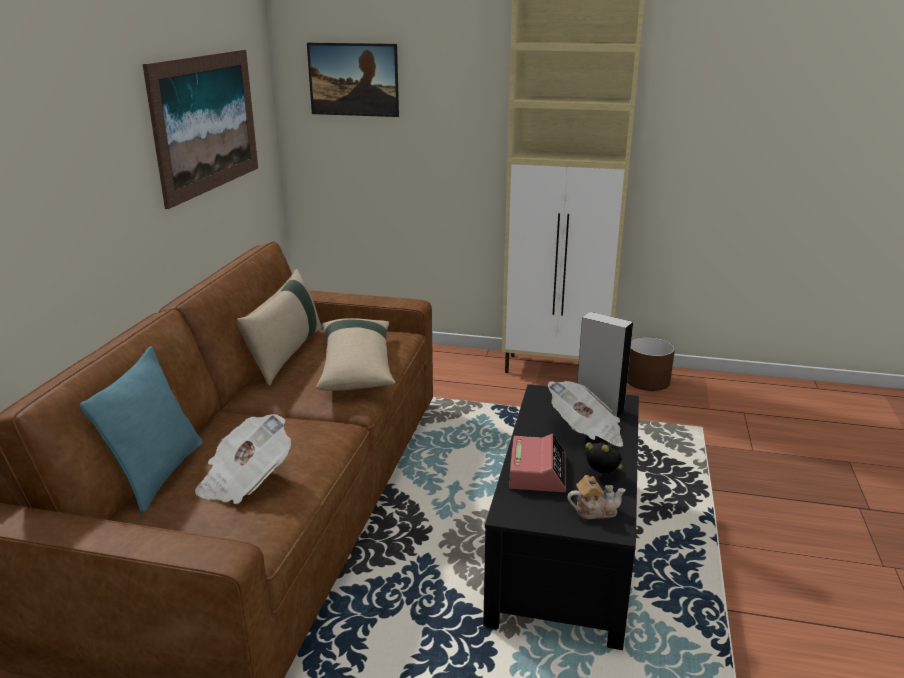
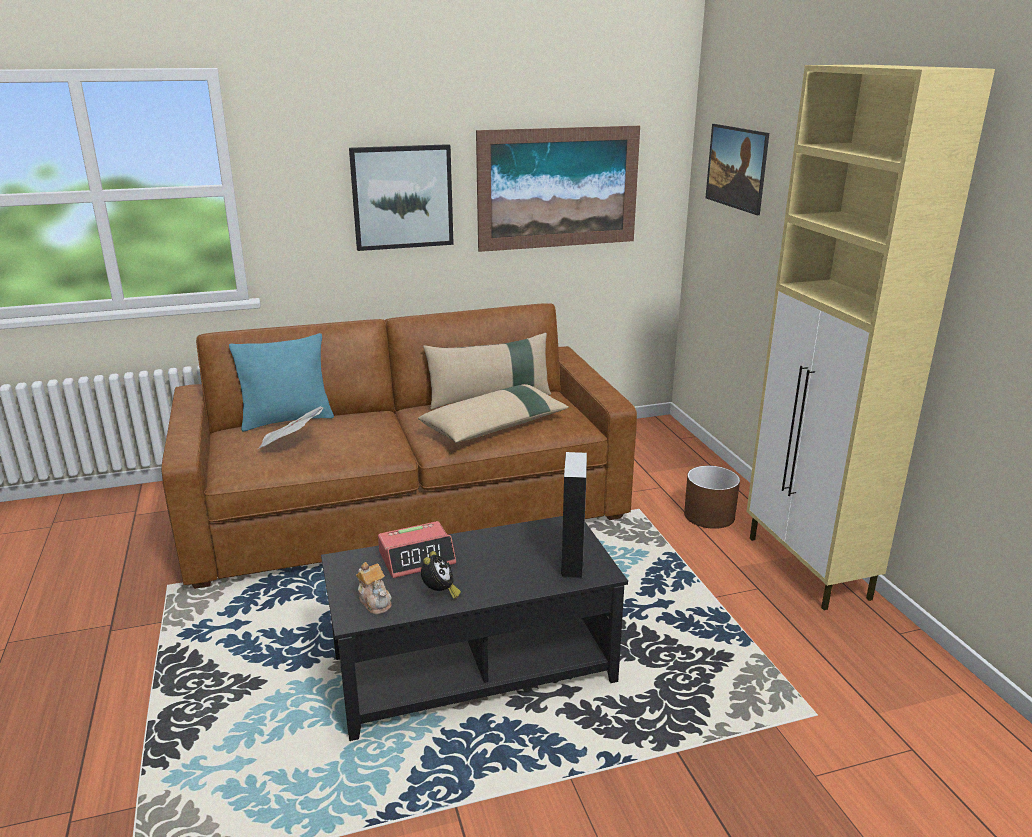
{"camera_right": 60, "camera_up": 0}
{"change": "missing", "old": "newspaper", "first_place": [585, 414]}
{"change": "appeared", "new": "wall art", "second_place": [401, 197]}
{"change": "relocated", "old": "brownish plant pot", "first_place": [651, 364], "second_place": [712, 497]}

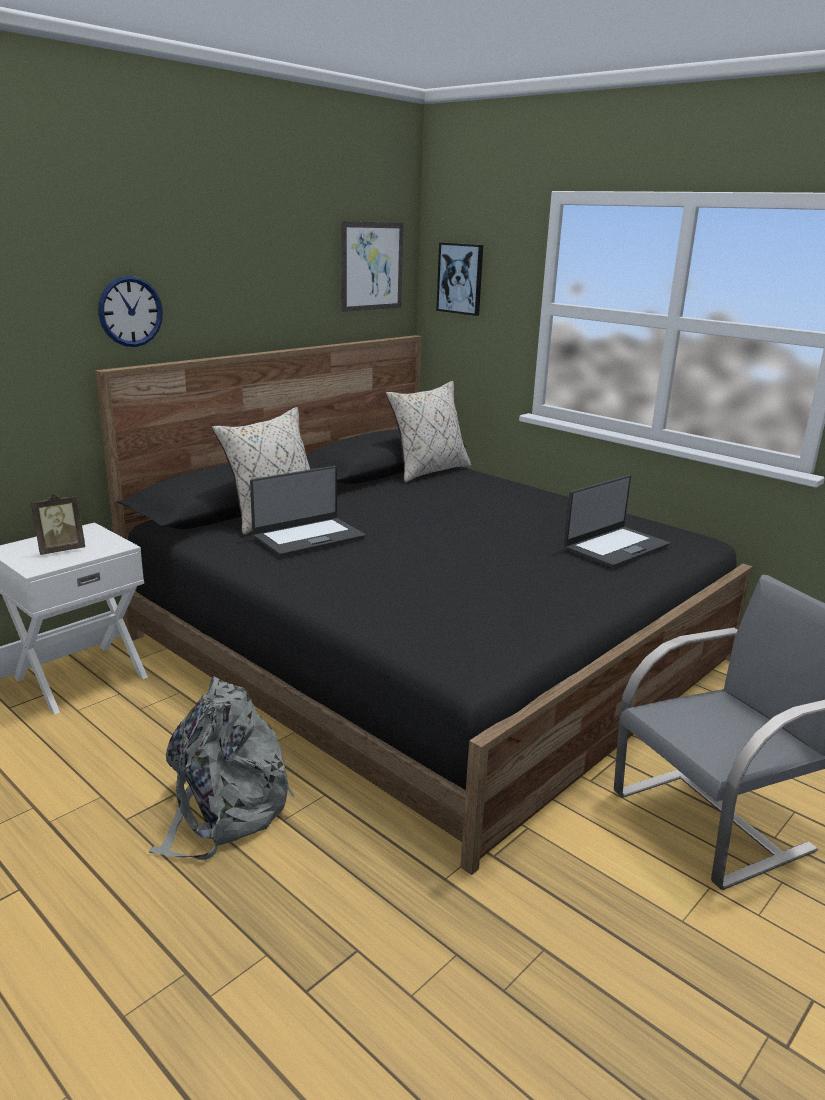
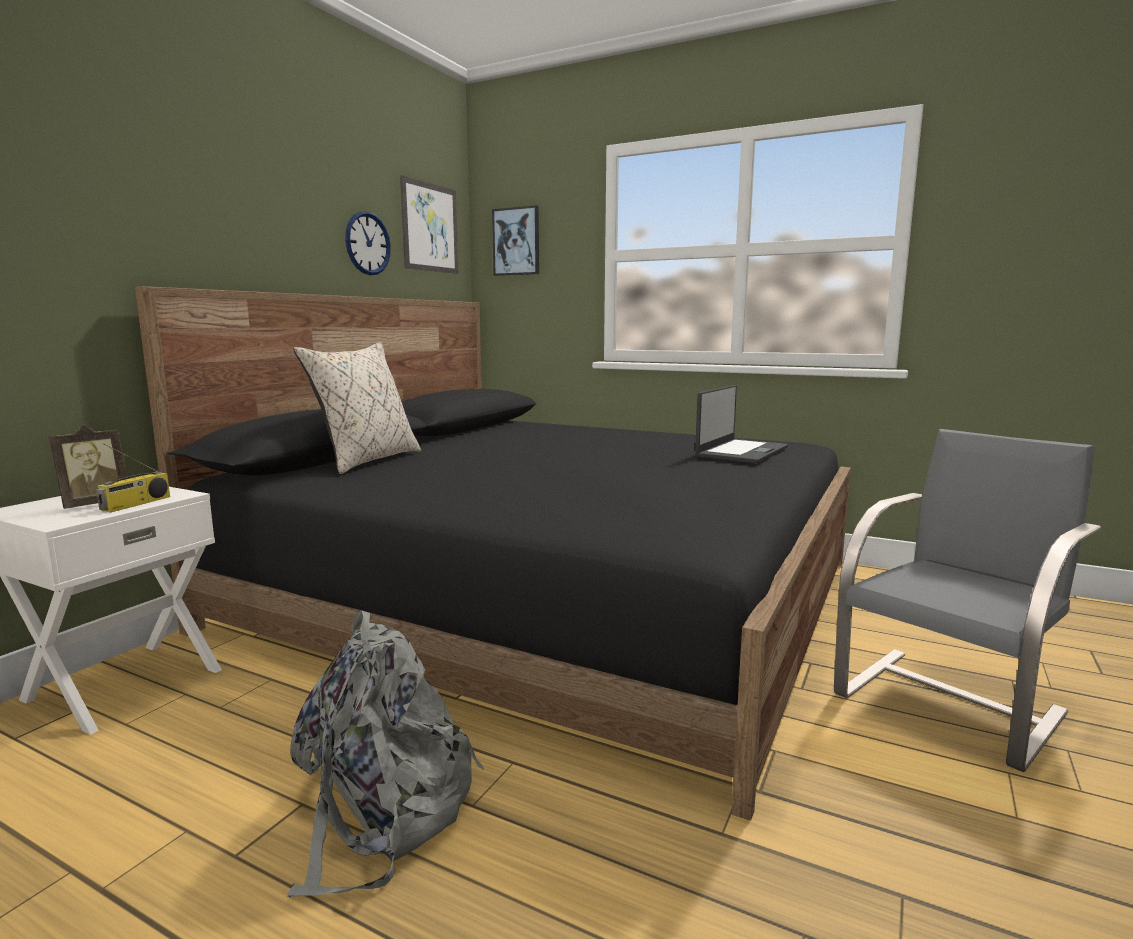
{"camera_right": -15, "camera_up": -10}
{"change": "missing", "old": "notebook computer", "first_place": [308, 511]}
{"change": "missing", "old": "sand-coloured cushion", "first_place": [428, 431]}
{"change": "appeared", "new": "radio receiver", "second_place": [133, 478]}
{"change": "relocated", "old": "hanging clock", "first_place": [130, 311], "second_place": [368, 243]}

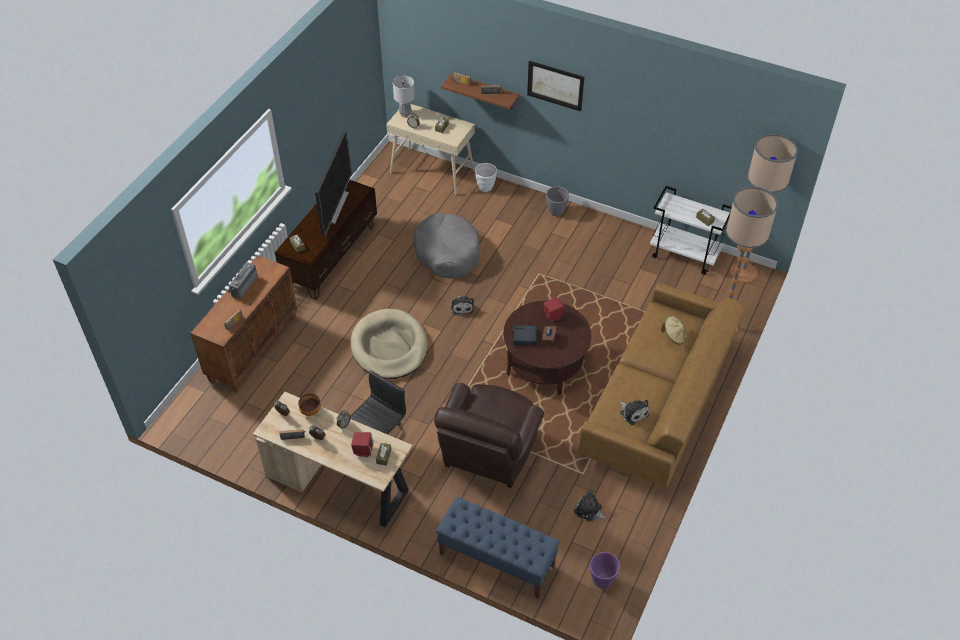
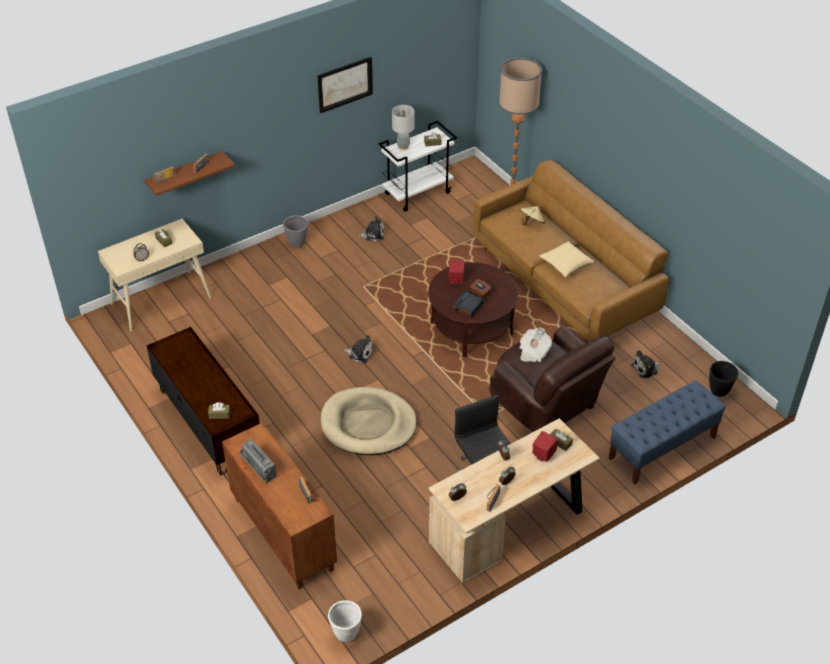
{"camera_right": -60, "camera_up": -5}
{"change": "missing", "old": "deep dish", "first_place": [309, 405]}
{"change": "missing", "old": "television", "first_place": [333, 183]}
{"change": "missing", "old": "greyish dog cushion", "first_place": [447, 245]}
{"change": "missing", "old": "standing lamp", "first_place": [764, 208]}
{"change": "appeared", "new": "newspaper", "second_place": [535, 345]}
{"change": "appeared", "new": "cushion", "second_place": [567, 259]}
{"change": "relocated", "old": "greyish tabletop lamp", "first_place": [404, 97], "second_place": [403, 127]}
{"change": "relocated", "old": "white-coloured plant pot", "first_place": [486, 177], "second_place": [345, 621]}
{"change": "relocated", "old": "wall art", "first_place": [555, 86], "second_place": [345, 85]}
{"change": "relocated", "old": "plush toy", "first_place": [634, 412], "second_place": [371, 228]}
{"change": "colour", "old": "purple plant pot", "new": "black-coloured plant pot", "first_place": [605, 570], "second_place": [723, 379]}

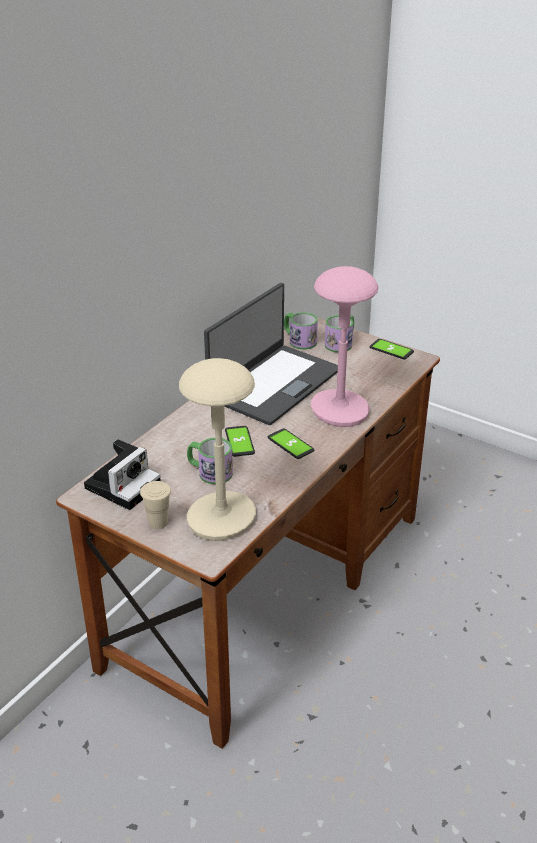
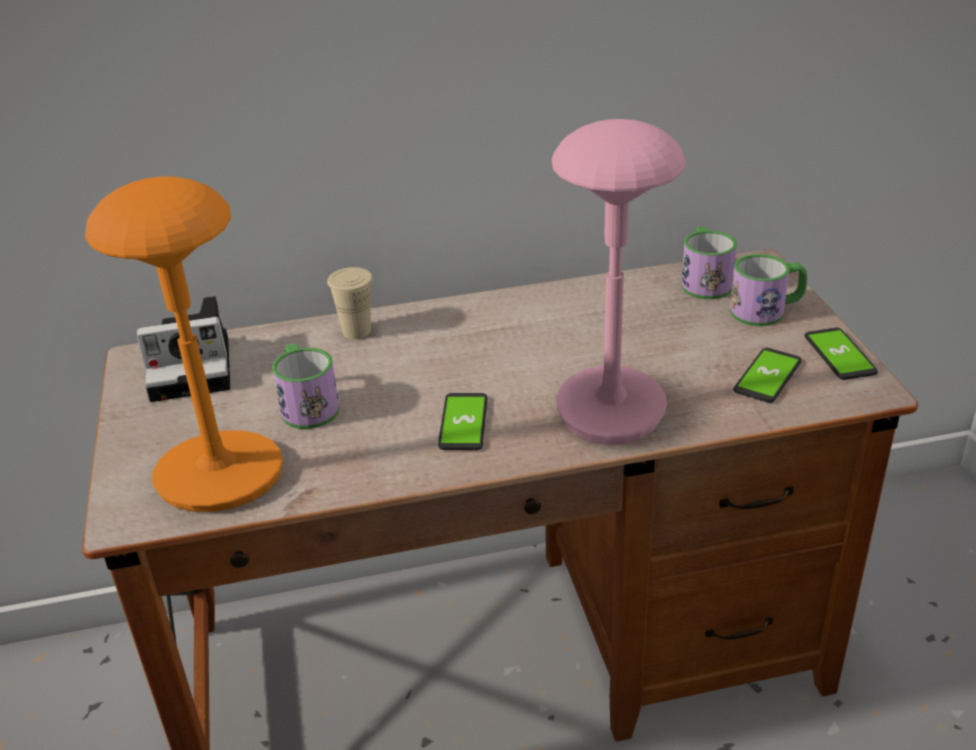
{"camera_right": 45, "camera_up": 0}
{"change": "missing", "old": "notebook computer", "first_place": [271, 354]}
{"change": "relocated", "old": "sand-coloured cup", "first_place": [155, 505], "second_place": [350, 303]}
{"change": "relocated", "old": "handset", "first_place": [240, 441], "second_place": [768, 375]}
{"change": "colour", "old": "sand-coloured tabletop lamp", "new": "orange-coloured tabletop lamp", "first_place": [217, 449], "second_place": [184, 344]}

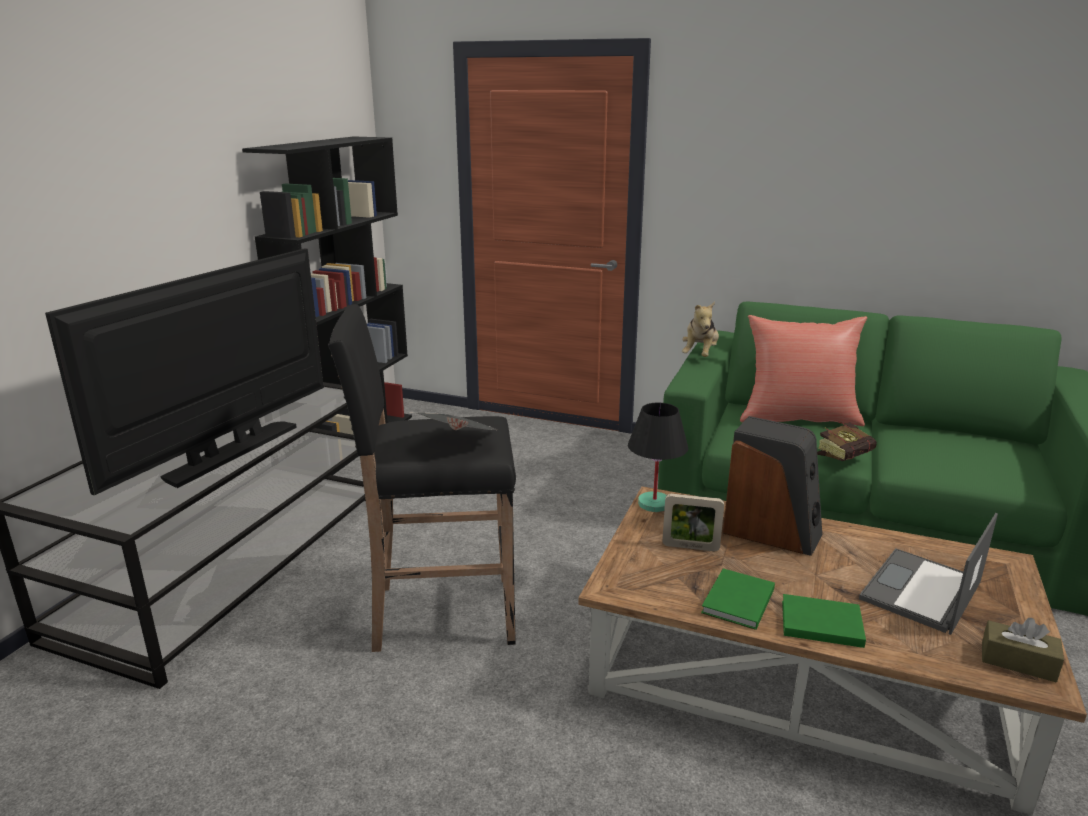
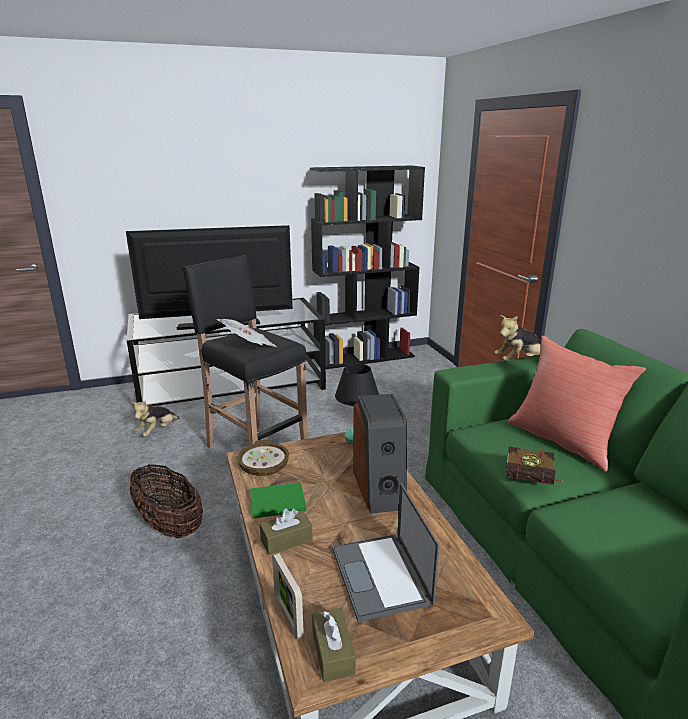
{"camera_right": 50, "camera_up": 0}
{"change": "appeared", "new": "storage basket", "second_place": [166, 501]}
{"change": "appeared", "new": "plush toy", "second_place": [155, 419]}
{"change": "appeared", "new": "deep dish", "second_place": [263, 458]}
{"change": "relocated", "old": "photo frame", "first_place": [693, 522], "second_place": [288, 596]}
{"change": "exchanged", "old": "green-coloured bound book", "new": "brownish tissue holder", "first_place": [824, 621], "second_place": [286, 532]}
{"change": "spun", "old": "notebook computer", "first_place": [928, 574], "second_place": [386, 552], "degrees": -105}

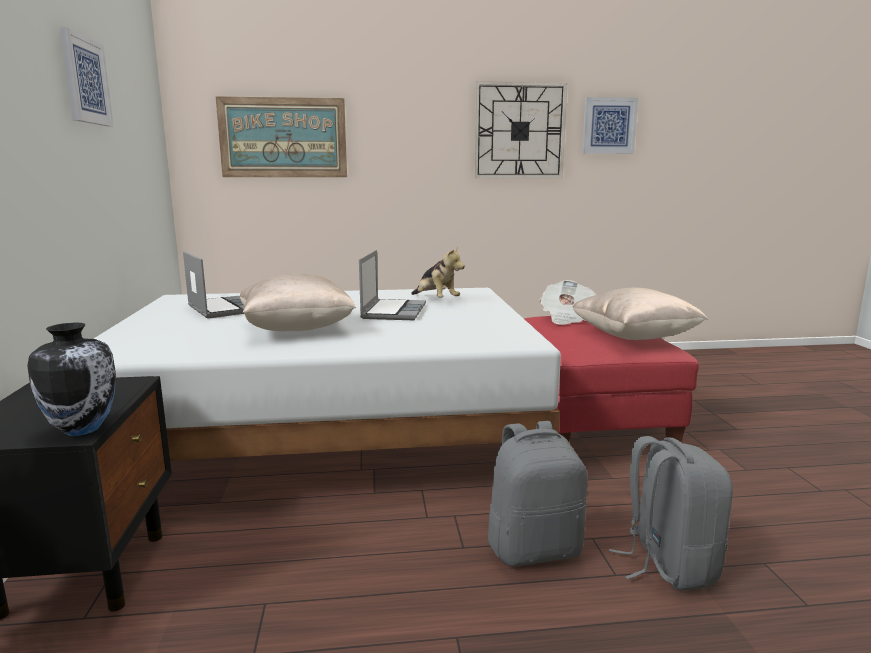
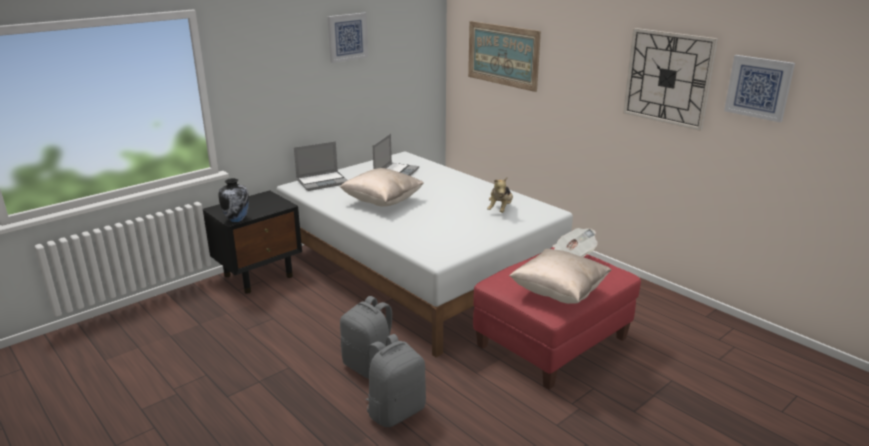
{"camera_right": 55, "camera_up": 10}
{"change": "relocated", "old": "notebook computer", "first_place": [392, 285], "second_place": [321, 166]}

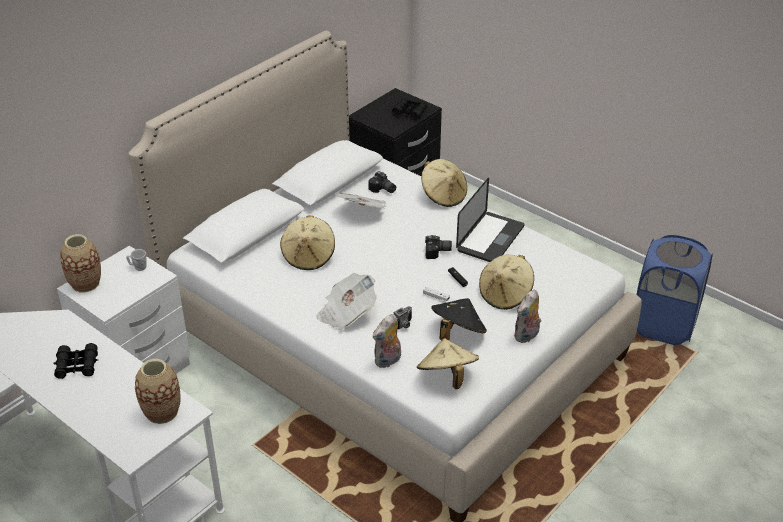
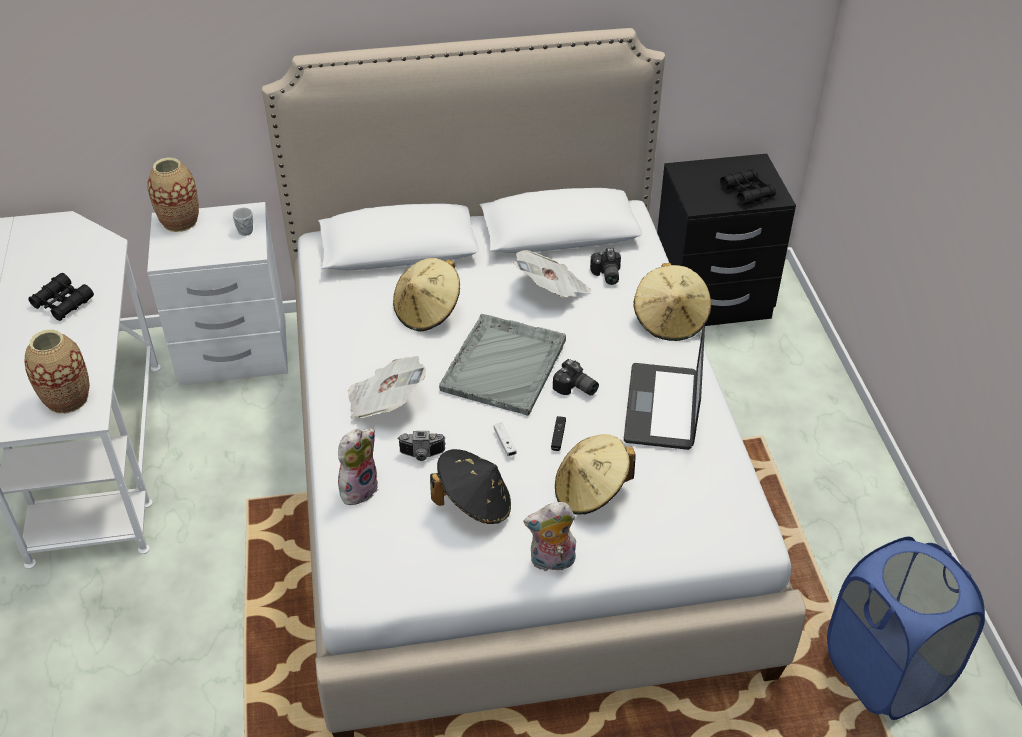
{"camera_right": 40, "camera_up": 5}
{"change": "missing", "old": "sand-coloured clothing hat", "first_place": [448, 363]}
{"change": "appeared", "new": "greyish carrying tray", "second_place": [502, 364]}
{"change": "spun", "old": "plush toy", "first_place": [387, 341], "second_place": [358, 466], "degrees": 135}
{"change": "spun", "old": "notebook computer", "first_place": [490, 220], "second_place": [664, 386], "degrees": 120}

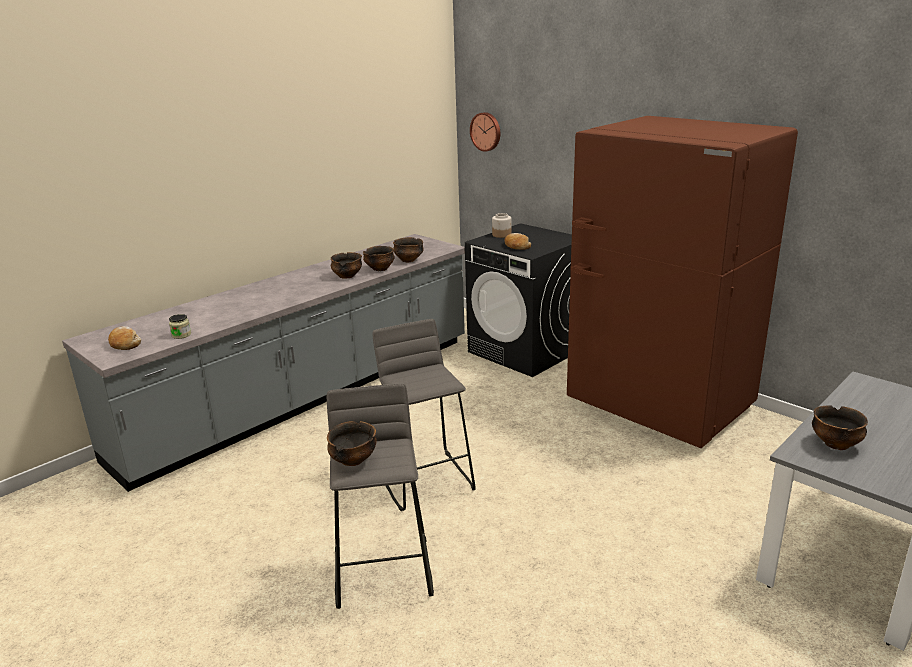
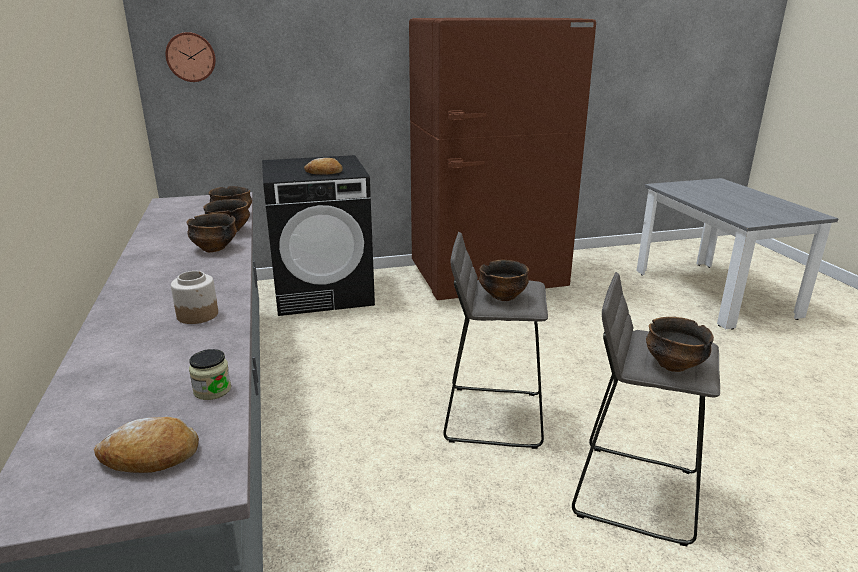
{"camera_right": -60, "camera_up": 0}
{"change": "relocated", "old": "storage jar", "first_place": [501, 225], "second_place": [194, 297]}
{"change": "relocated", "old": "deep dish", "first_place": [840, 427], "second_place": [504, 280]}

